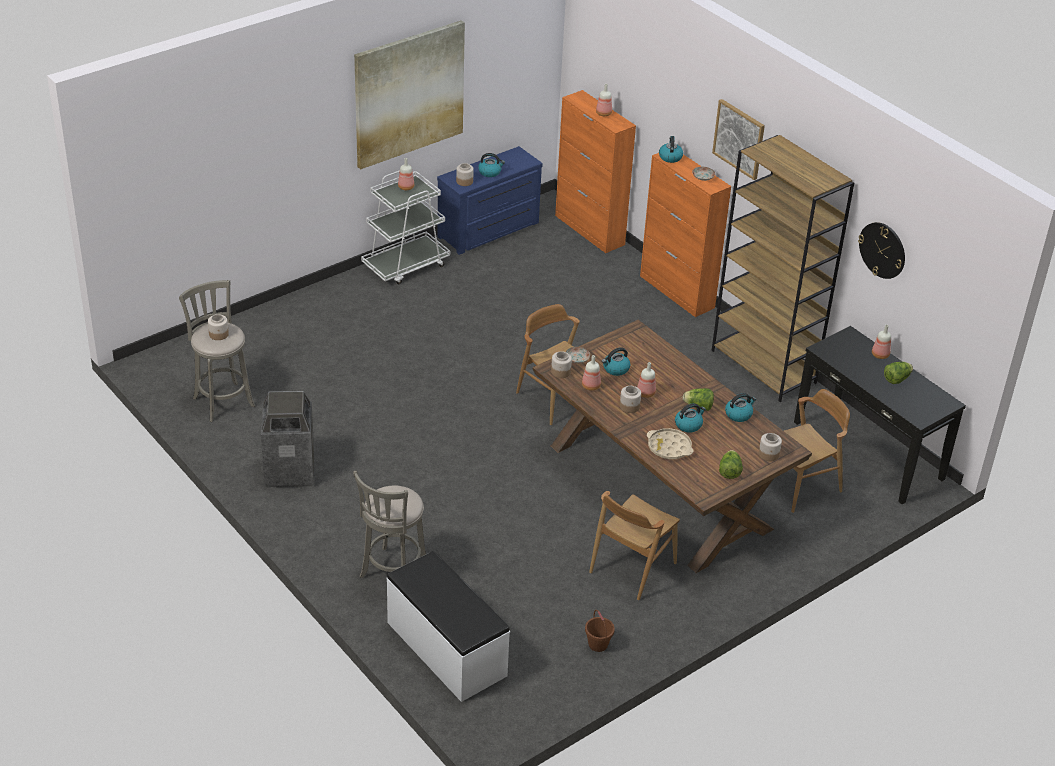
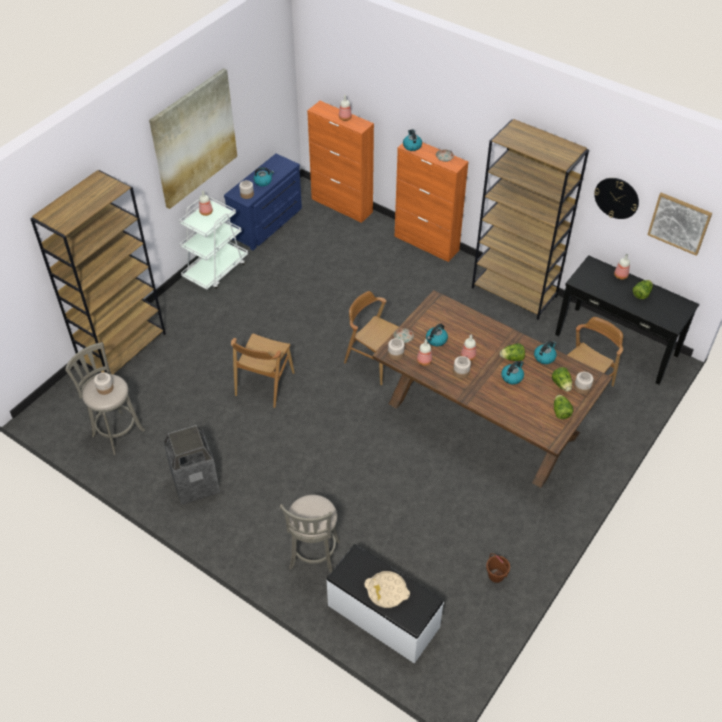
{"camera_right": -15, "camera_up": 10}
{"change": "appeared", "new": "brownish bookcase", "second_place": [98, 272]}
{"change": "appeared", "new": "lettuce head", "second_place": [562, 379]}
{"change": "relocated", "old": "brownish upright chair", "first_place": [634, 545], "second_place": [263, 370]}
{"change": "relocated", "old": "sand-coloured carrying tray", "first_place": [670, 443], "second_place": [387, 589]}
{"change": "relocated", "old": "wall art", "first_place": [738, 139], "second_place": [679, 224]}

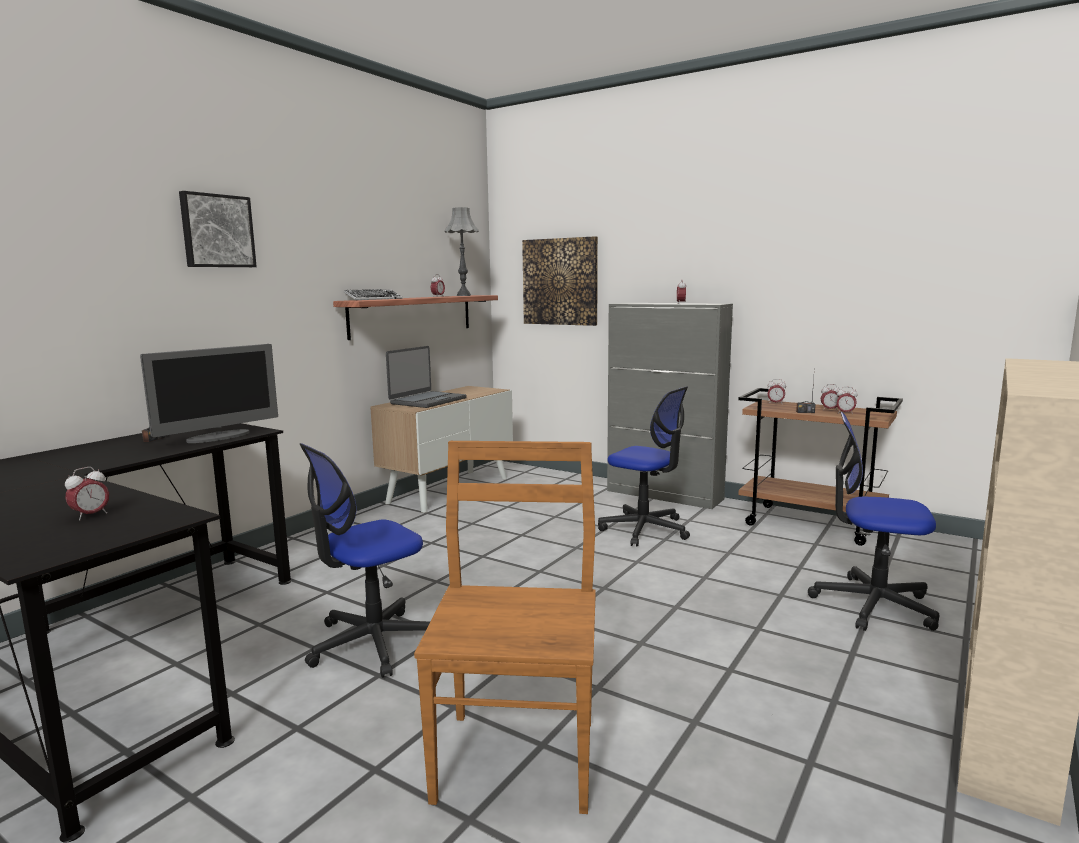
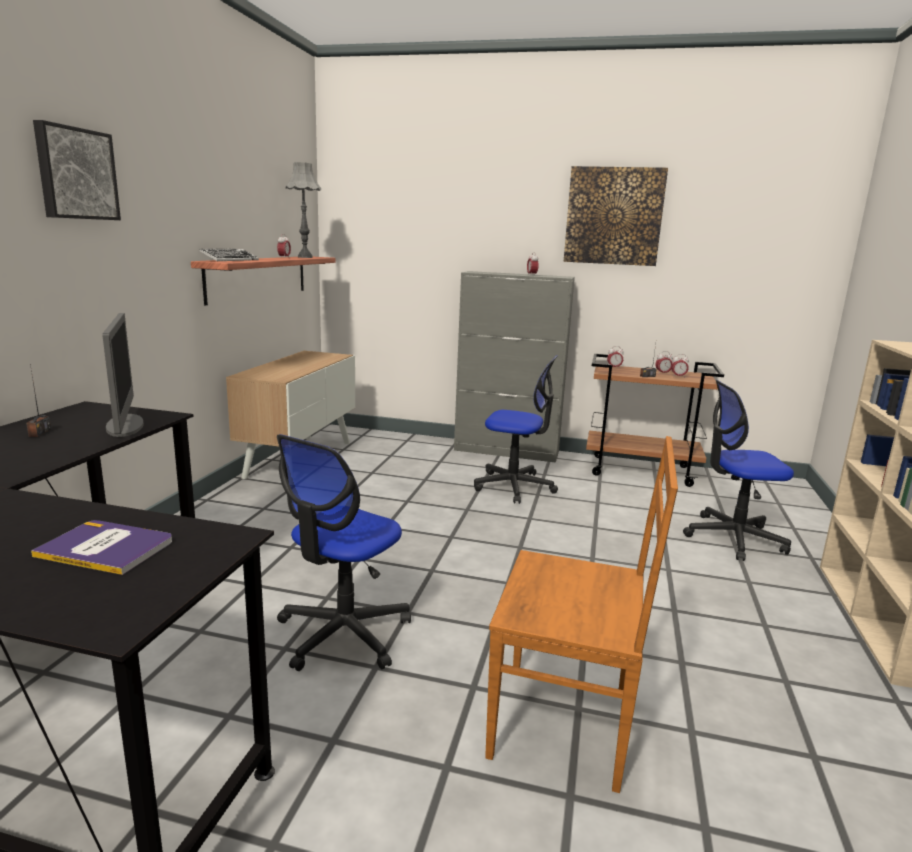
{"camera_right": -20, "camera_up": 5}
{"change": "missing", "old": "notebook computer", "first_place": [426, 377]}
{"change": "relocated", "old": "wall art", "first_place": [560, 281], "second_place": [616, 216]}
{"change": "exchanged", "old": "alarm clock", "new": "bound book", "first_place": [87, 494], "second_place": [101, 547]}
{"change": "spun", "old": "computer screen", "first_place": [209, 393], "second_place": [123, 375], "degrees": -45}
{"change": "spun", "old": "brownish upright chair", "first_place": [505, 627], "second_place": [581, 614], "degrees": 120}

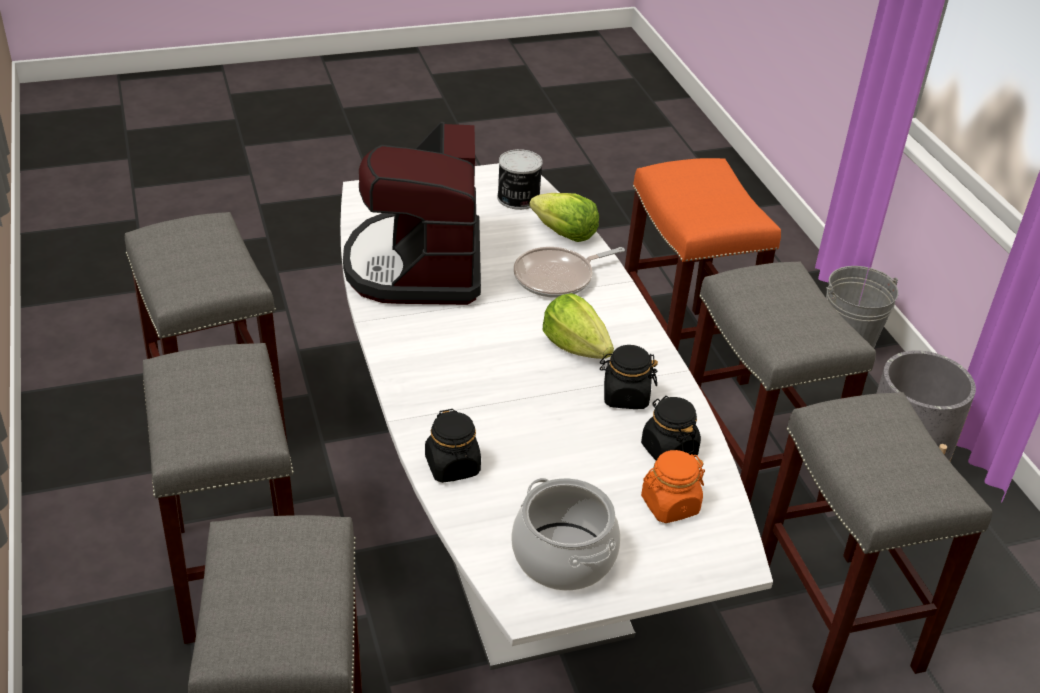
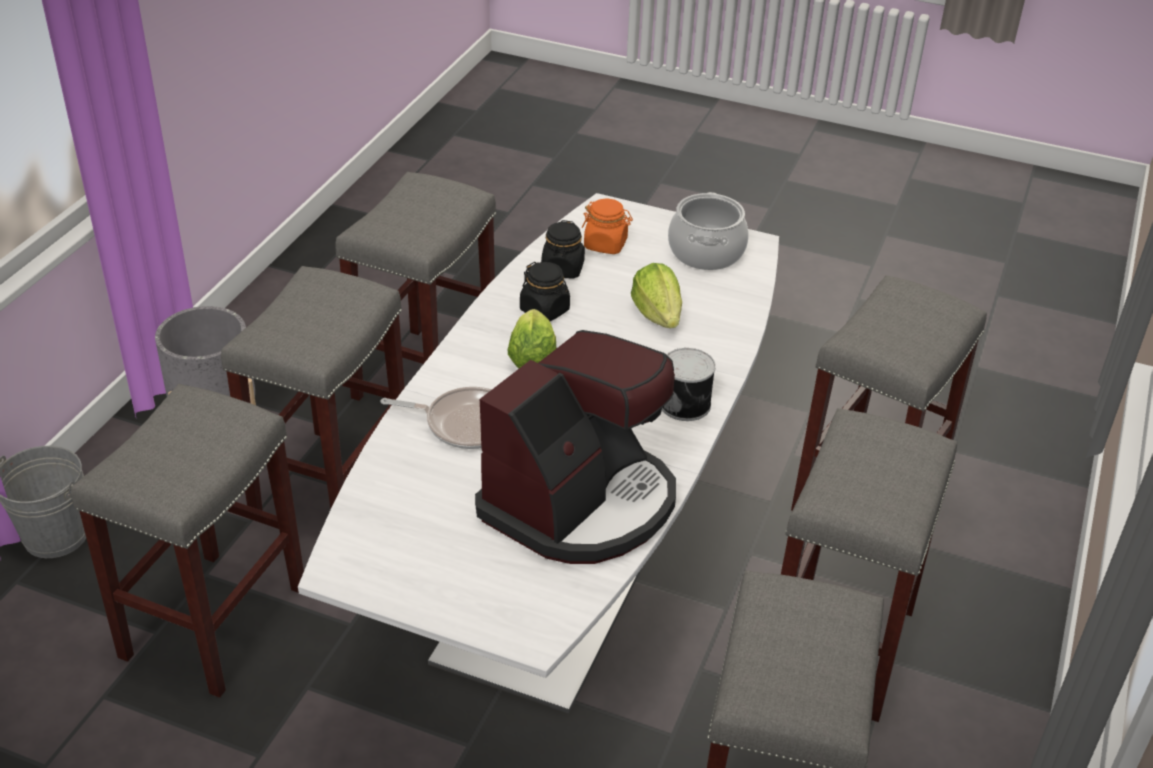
{"camera_right": -140, "camera_up": 0}
{"change": "missing", "old": "black-coloured storage jar", "first_place": [453, 446]}
{"change": "relocated", "old": "sealed can", "first_place": [520, 179], "second_place": [689, 384]}
{"change": "relocated", "old": "lettuce head", "first_place": [564, 217], "second_place": [656, 295]}
{"change": "colour", "old": "orange-coloured sitting stool", "new": "greyish sitting stool", "first_place": [703, 271], "second_place": [187, 541]}

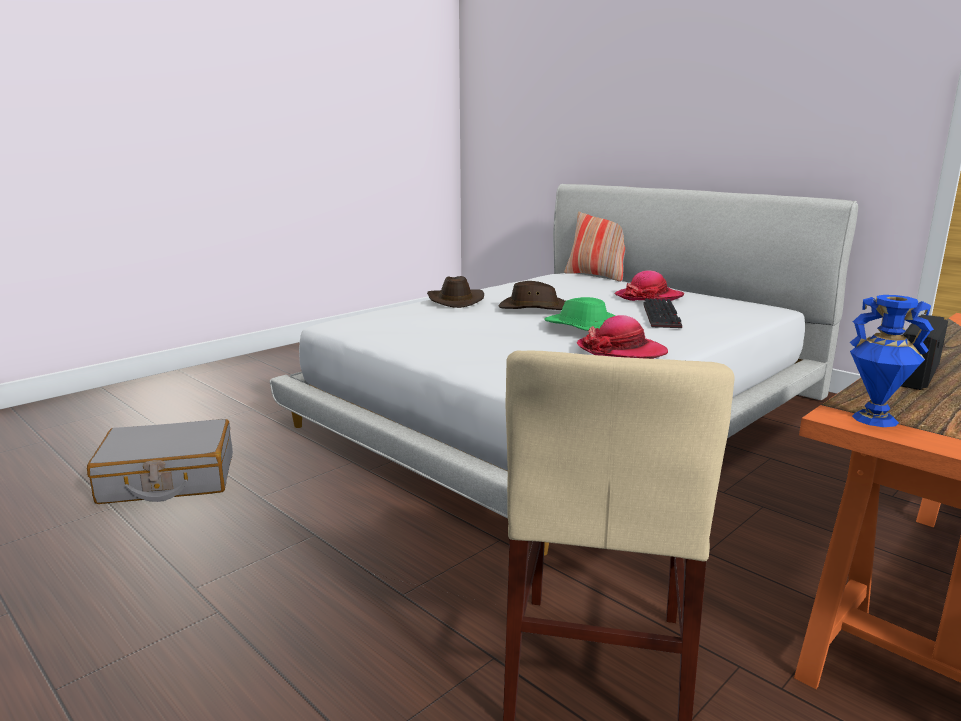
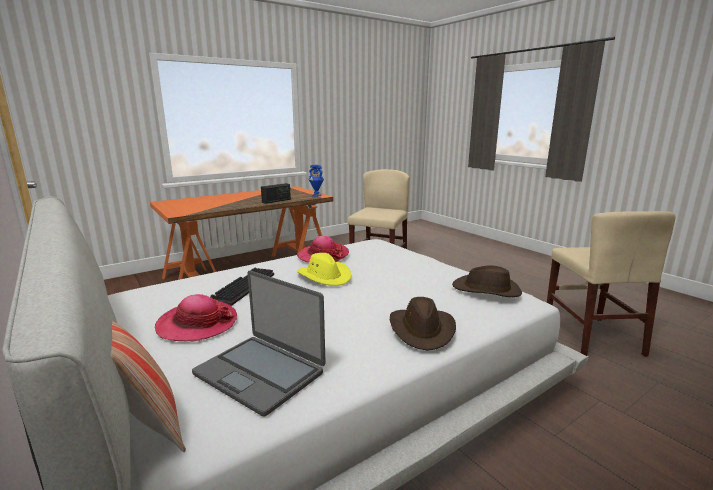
{"camera_right": -170, "camera_up": 0}
{"change": "appeared", "new": "notebook computer", "second_place": [259, 343]}
{"change": "relocated", "old": "brownish clothing hat", "first_place": [532, 295], "second_place": [487, 281]}
{"change": "exchanged", "old": "greyish suitcase", "new": "sand-coloured upright chair", "first_place": [160, 461], "second_place": [611, 284]}
{"change": "colour", "old": "green-coloured clothing hat", "new": "yellow clothing hat", "first_place": [579, 314], "second_place": [324, 269]}

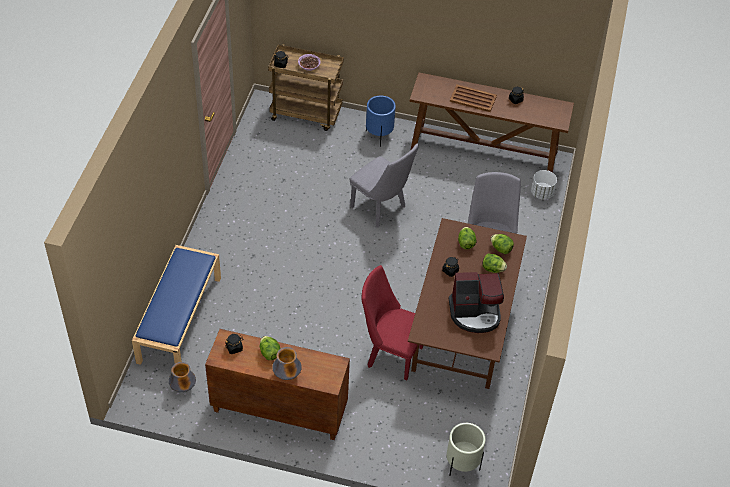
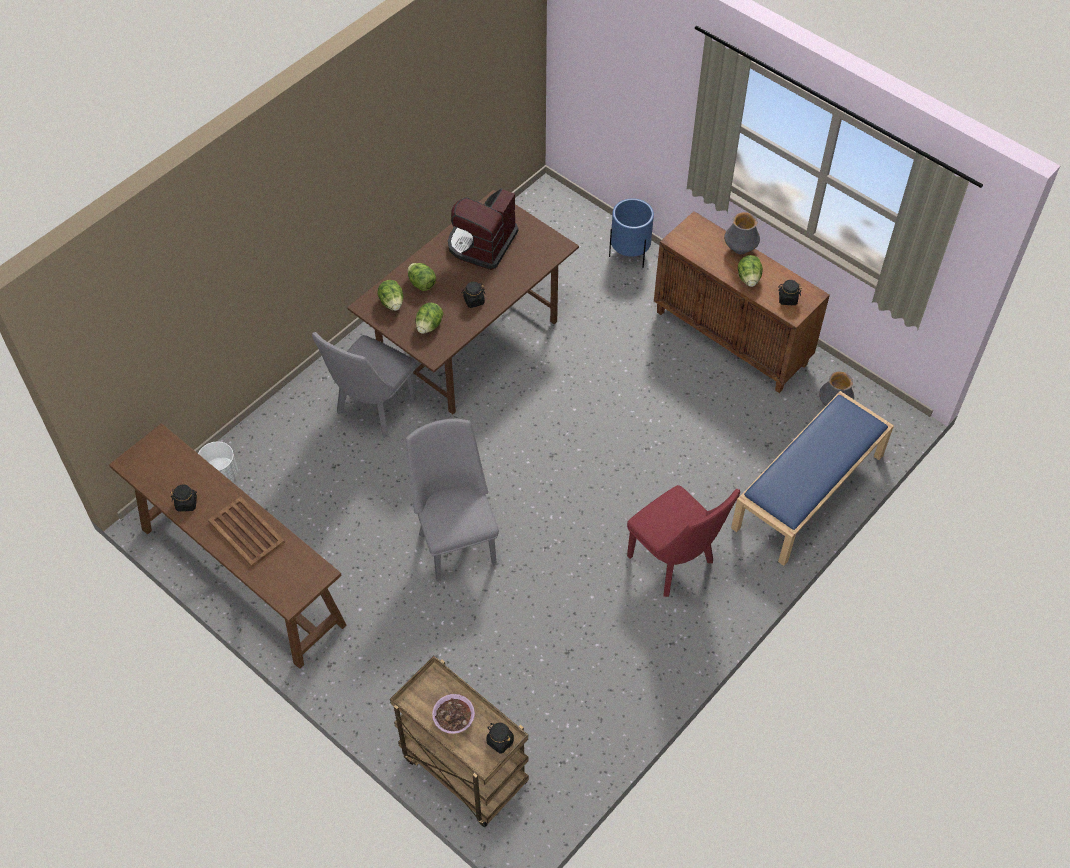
{"camera_right": -150, "camera_up": 5}
{"change": "missing", "old": "sand-coloured plant pot", "first_place": [466, 449]}
{"change": "relocated", "old": "red upright chair", "first_place": [392, 322], "second_place": [683, 541]}
{"change": "relocated", "old": "bluish plant pot", "first_place": [381, 121], "second_place": [631, 233]}
{"change": "spun", "old": "coffee machine", "first_place": [476, 302], "second_place": [483, 229], "degrees": -90}

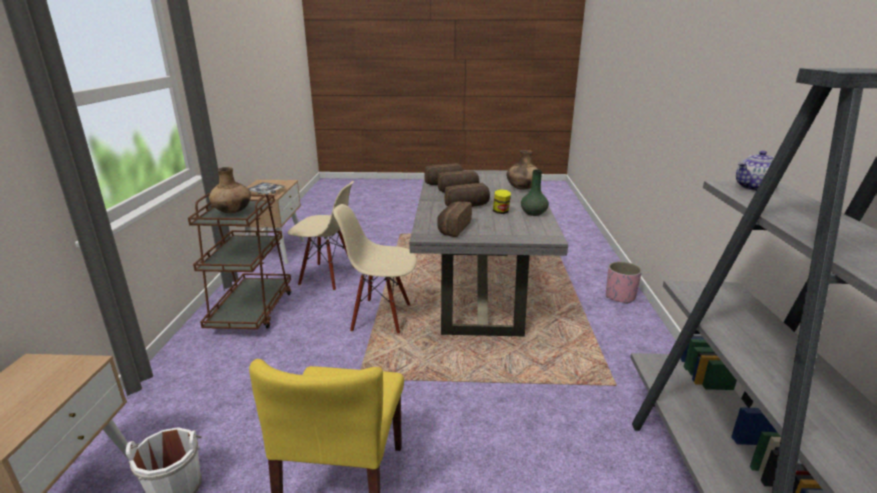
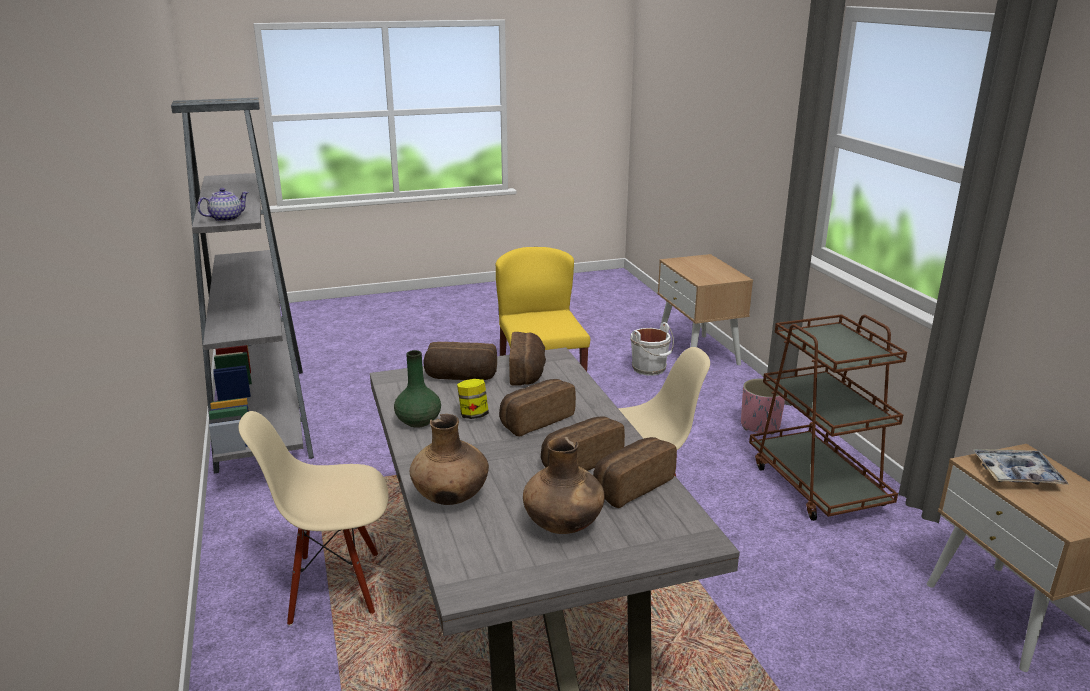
{"camera_right": 160, "camera_up": 0}
{"change": "appeared", "new": "bread", "second_place": [460, 361]}
{"change": "relocated", "old": "brownish flower vase", "first_place": [230, 190], "second_place": [564, 485]}
{"change": "relocated", "old": "sand-coloured upright chair", "first_place": [321, 236], "second_place": [314, 518]}
{"change": "relocated", "old": "pink plant pot", "first_place": [624, 282], "second_place": [763, 406]}

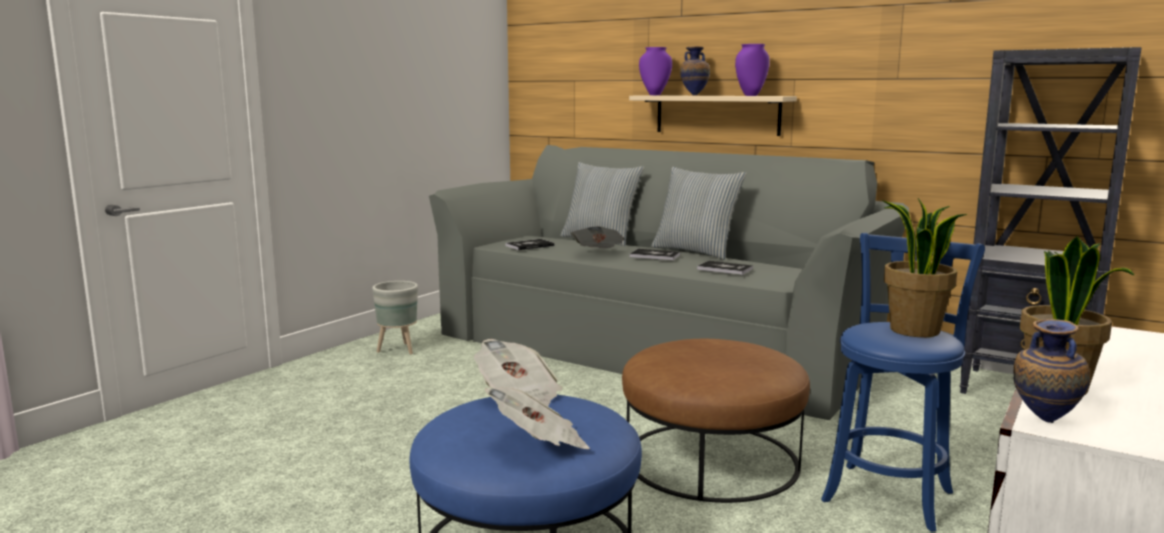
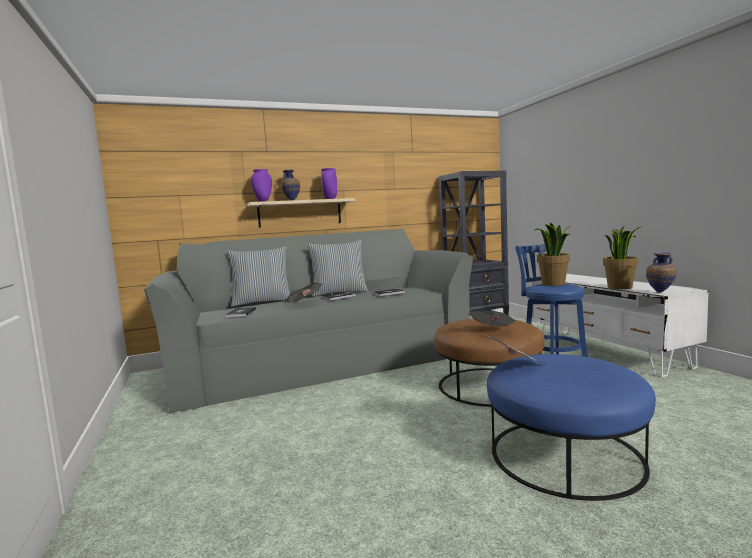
{"camera_right": -55, "camera_up": -5}
{"change": "missing", "old": "greyish plant pot", "first_place": [395, 317]}
{"change": "relocated", "old": "newspaper", "first_place": [537, 418], "second_place": [492, 318]}

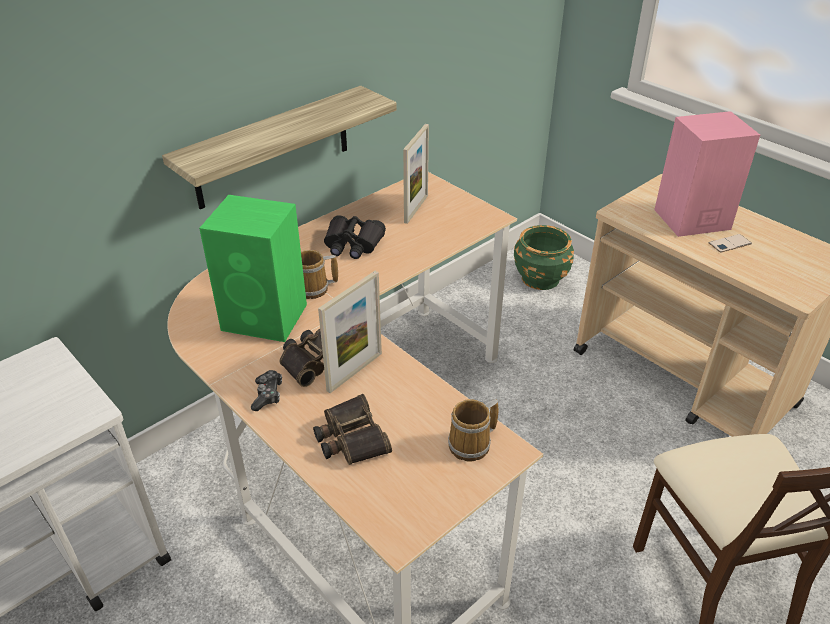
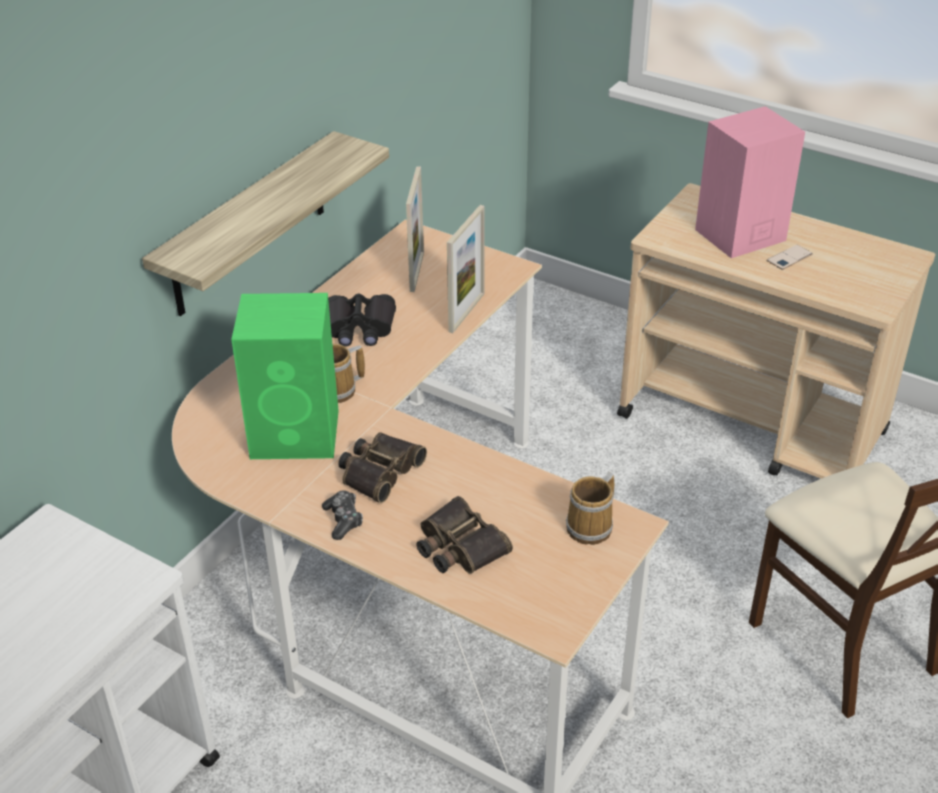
{"camera_right": -15, "camera_up": 0}
{"change": "missing", "old": "green-coloured plant pot", "first_place": [544, 257]}
{"change": "relocated", "old": "photo frame", "first_place": [350, 332], "second_place": [466, 269]}

